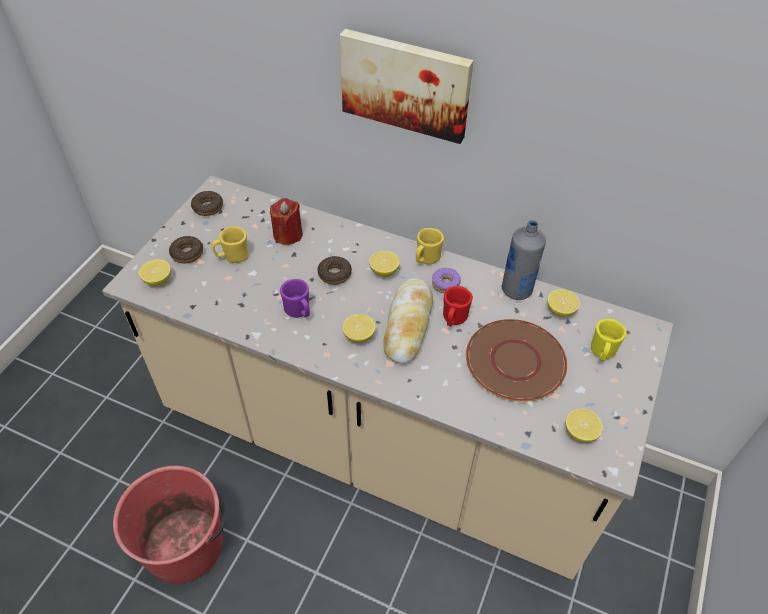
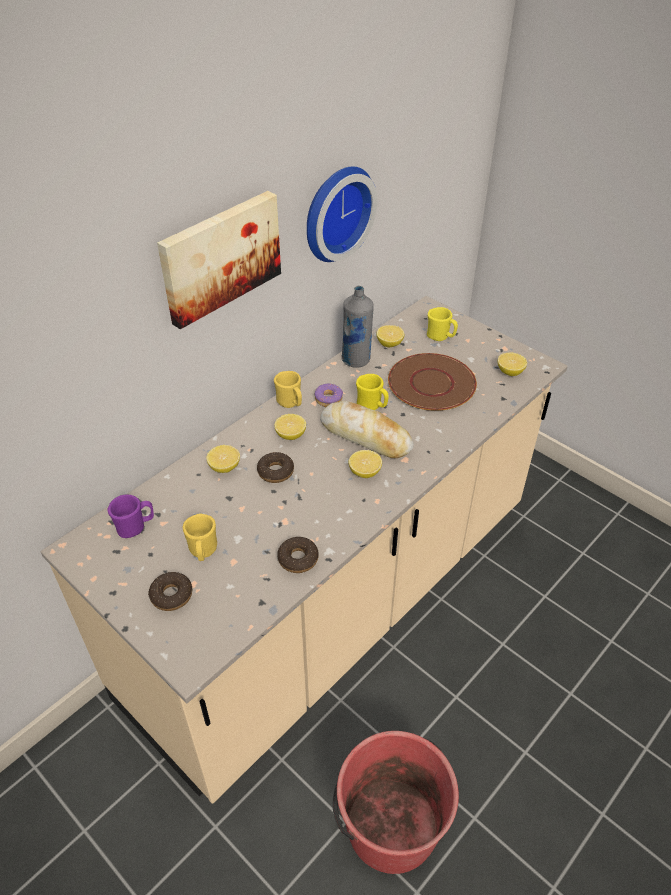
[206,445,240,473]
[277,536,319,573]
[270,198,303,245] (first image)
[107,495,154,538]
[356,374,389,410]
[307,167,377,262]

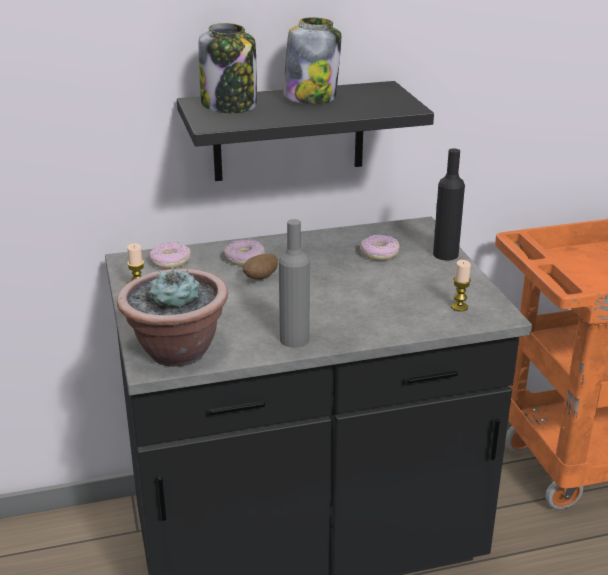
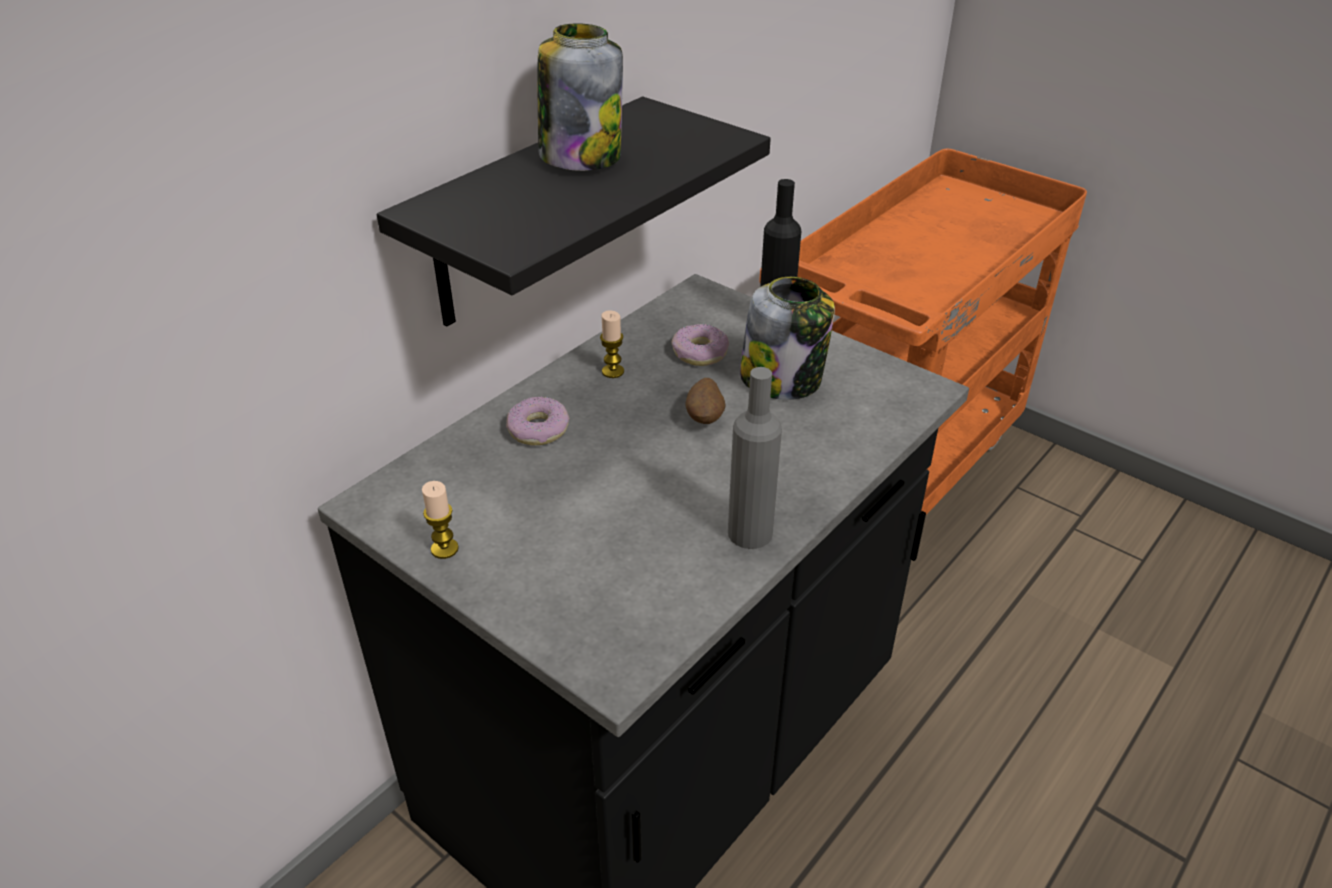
[117,266,228,367] (first image)
[149,242,191,269] (first image)
[740,277,835,400]
[685,378,726,424]
[600,310,624,378]

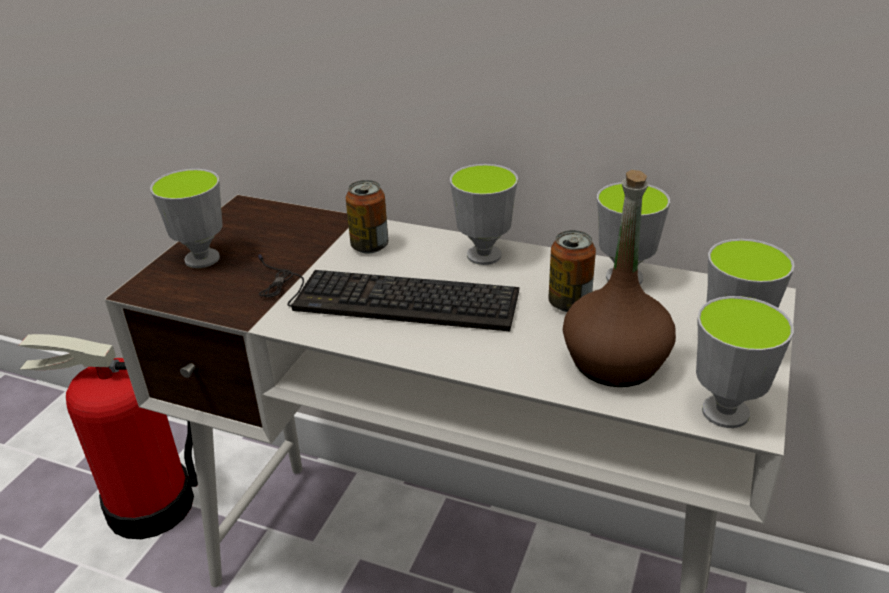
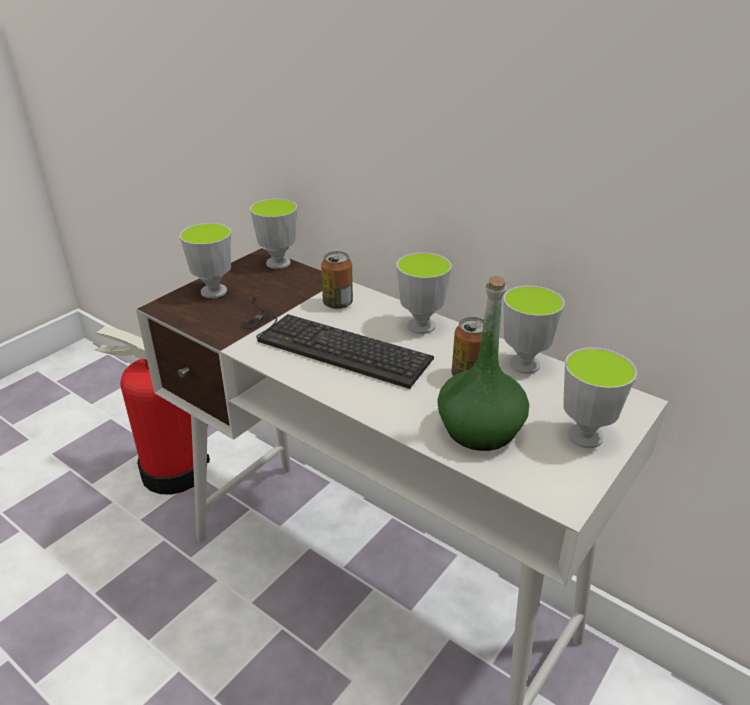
[437,275,529,451]
[250,198,297,269]

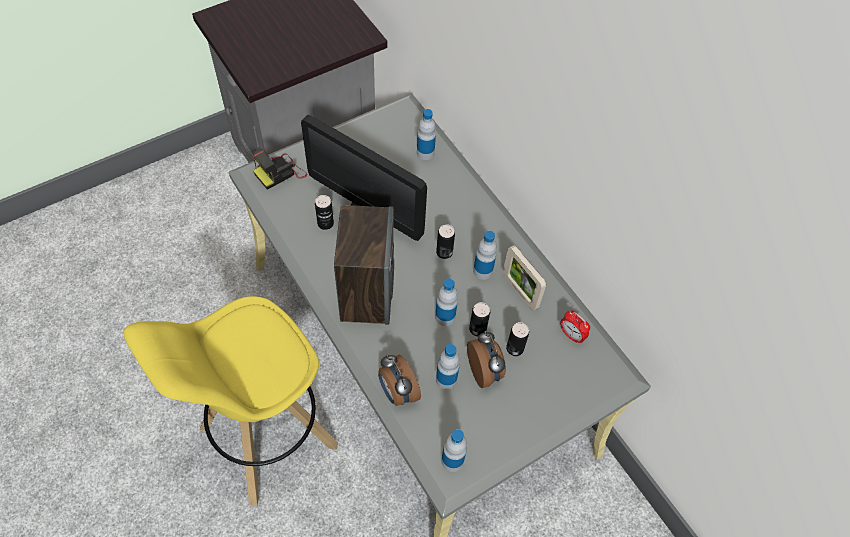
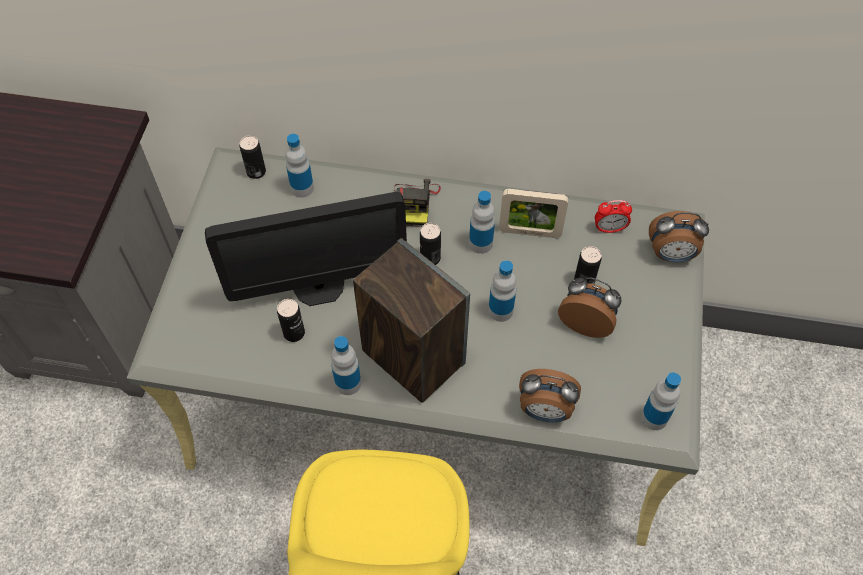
[394,179,441,227]
[331,336,361,395]
[240,135,266,179]
[649,211,709,262]

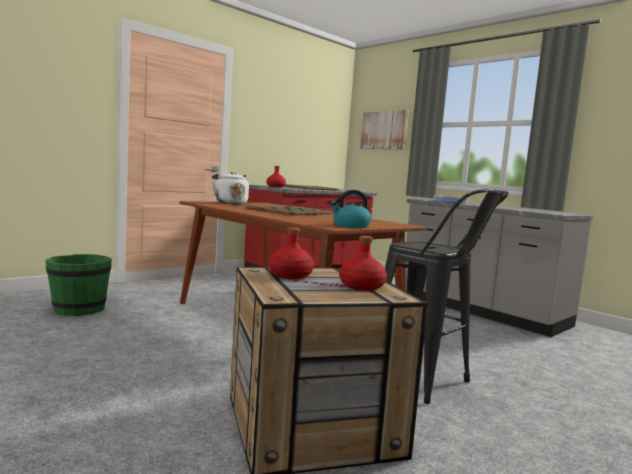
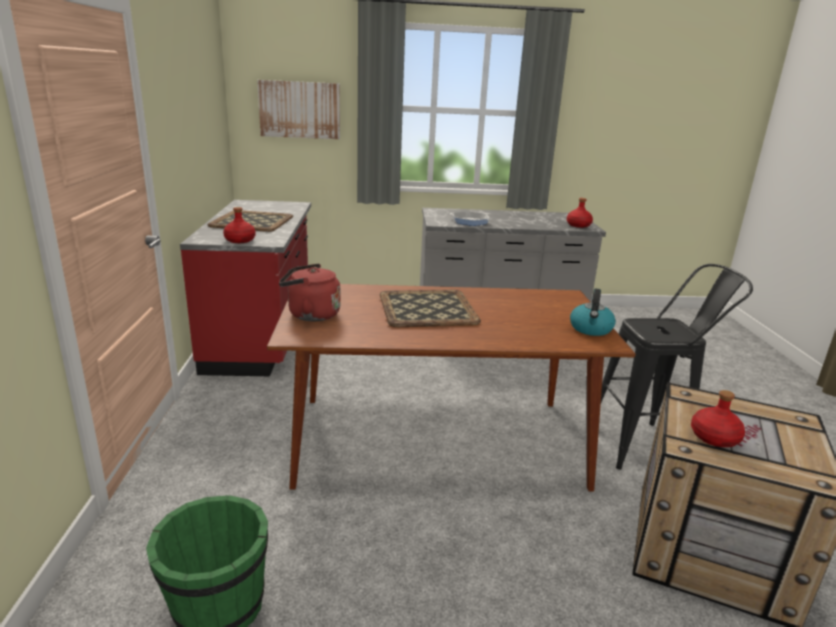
[279,264,341,321]
[567,198,593,228]

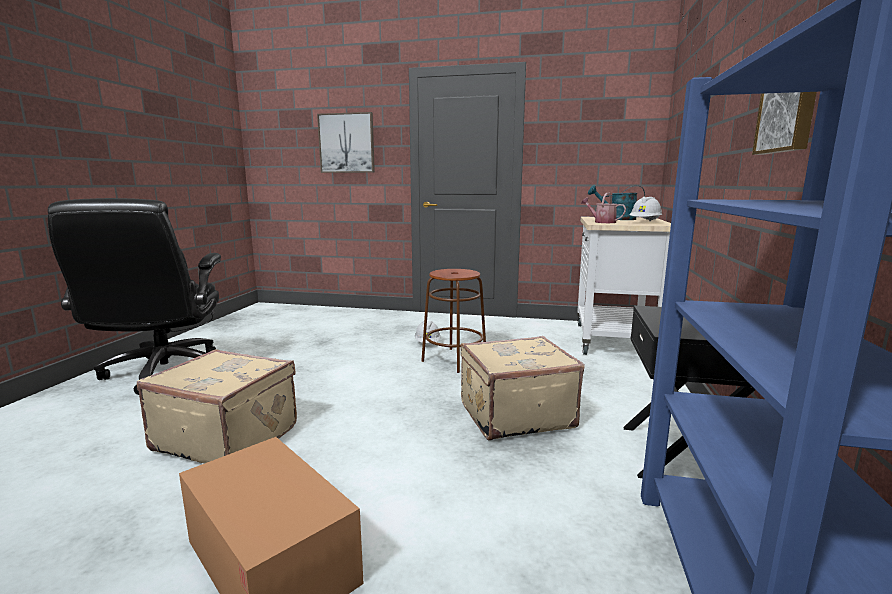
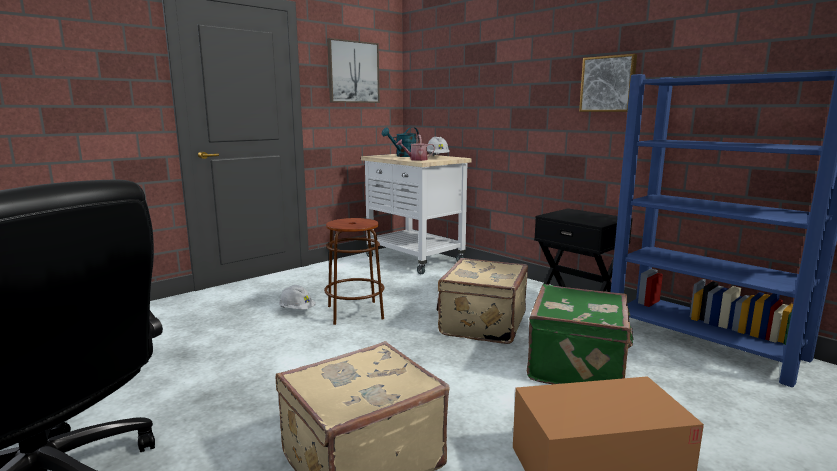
[327,38,380,103]
[527,284,634,384]

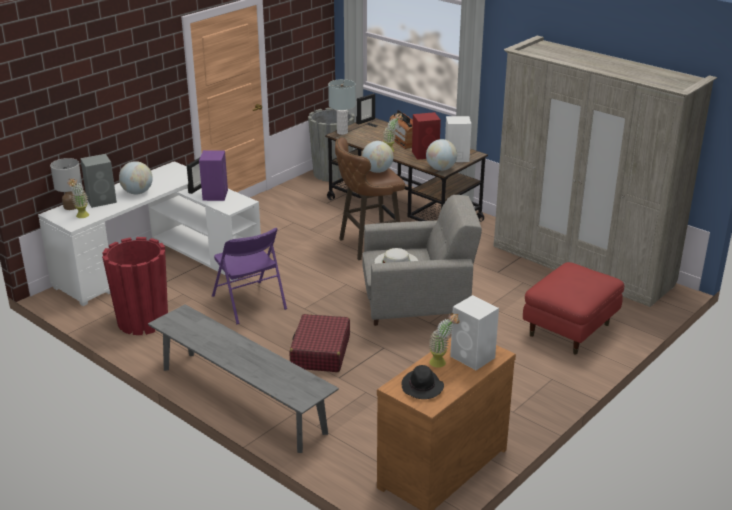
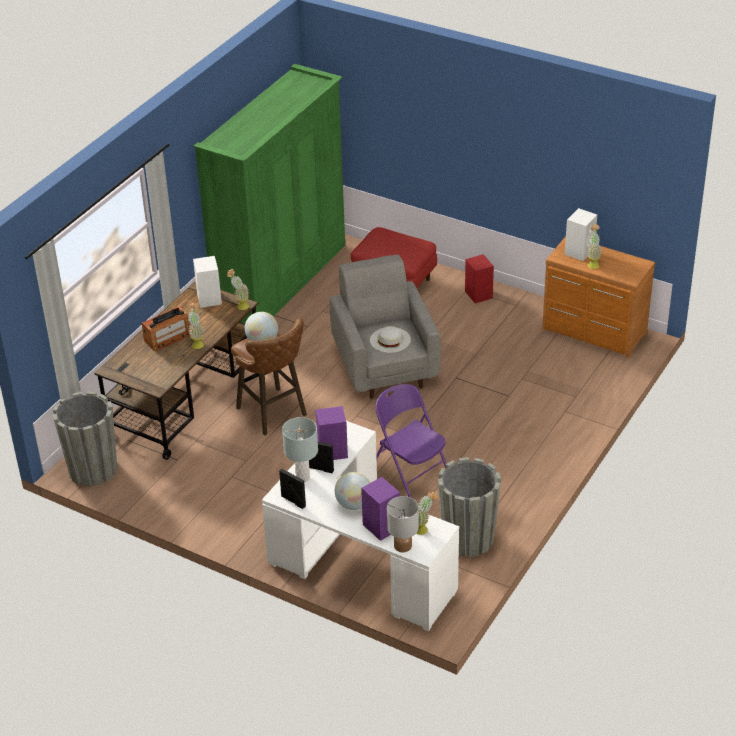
[361,477,400,541]
[438,457,501,557]
[148,304,339,453] (first image)
[375,384,447,498]
[289,314,350,372] (first image)
[282,417,318,482]
[279,469,306,509]
[401,365,444,399] (first image)
[465,254,494,303]
[227,269,249,310]
[193,64,345,324]

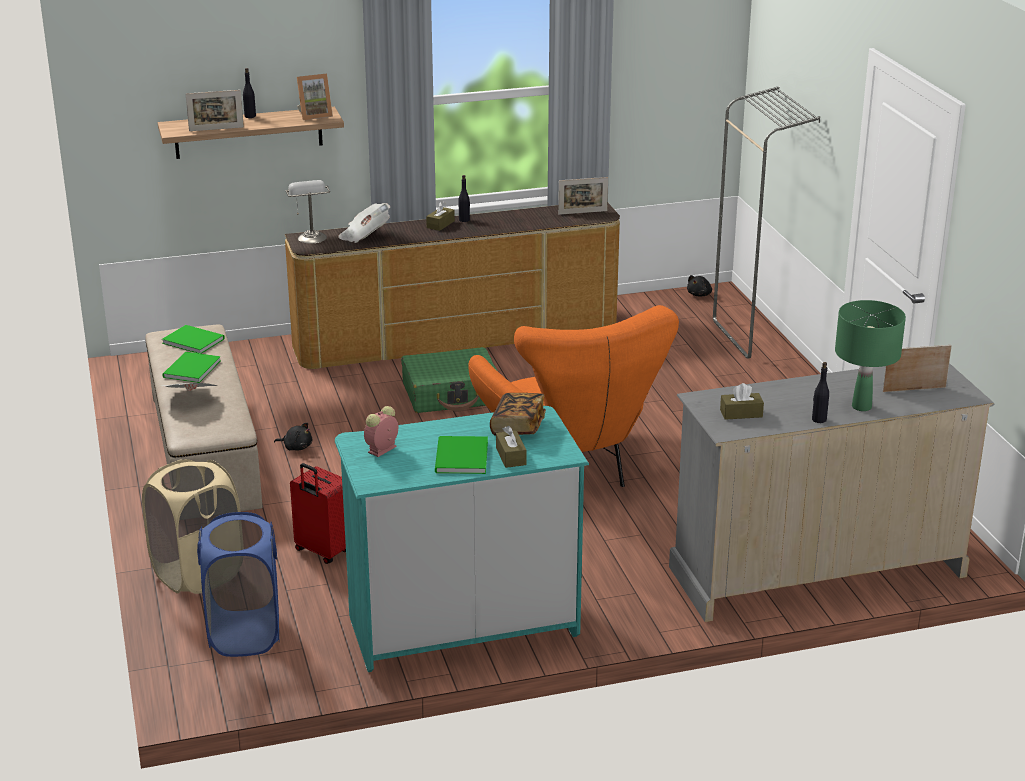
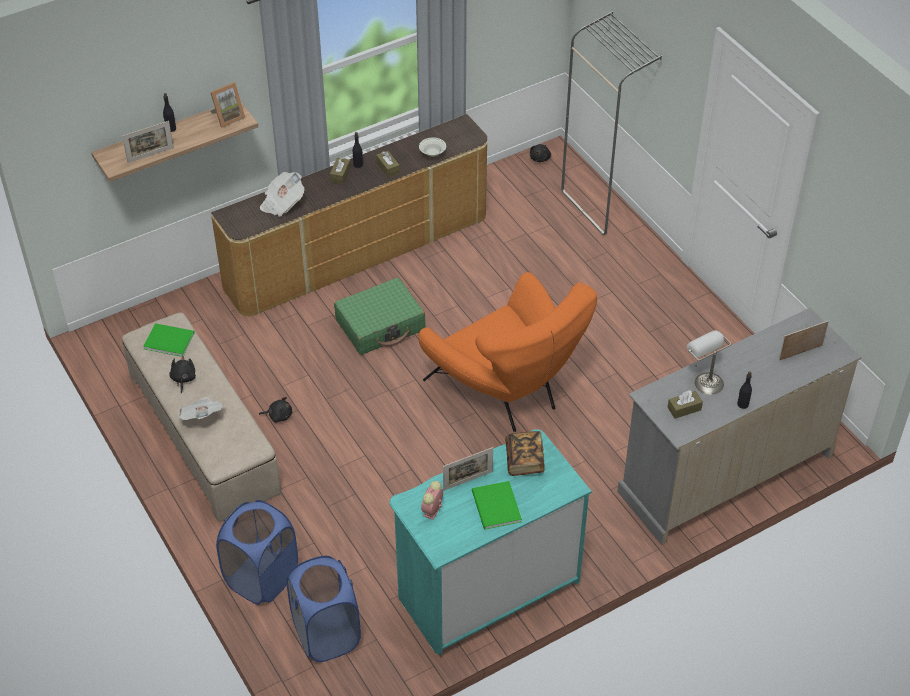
[216,500,298,605]
[169,356,196,393]
[687,330,731,395]
[290,463,346,564] (first image)
[376,151,400,177]
[443,447,493,491]
[835,300,906,411] (first image)
[419,138,446,157]

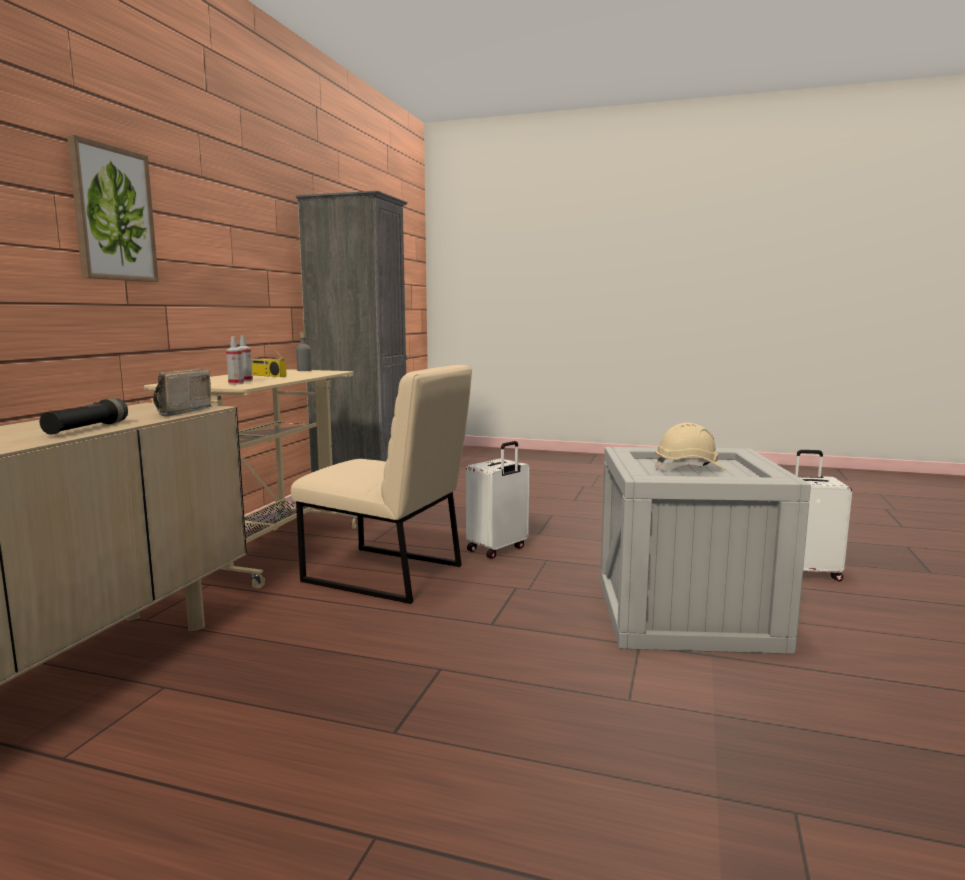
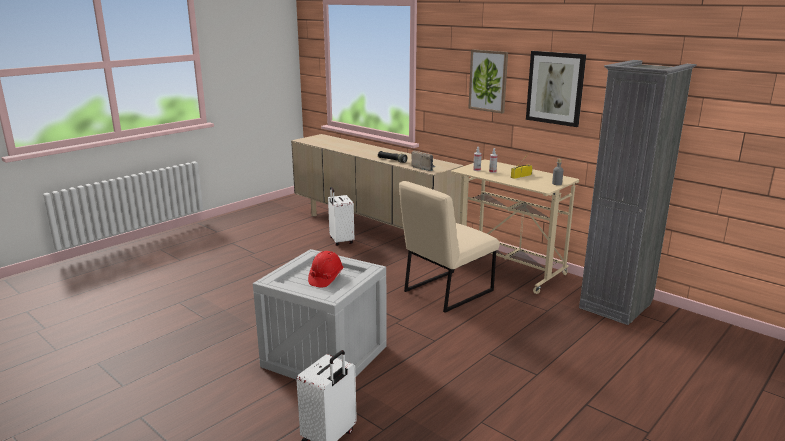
[328,187,354,246]
[308,251,343,287]
[526,51,586,127]

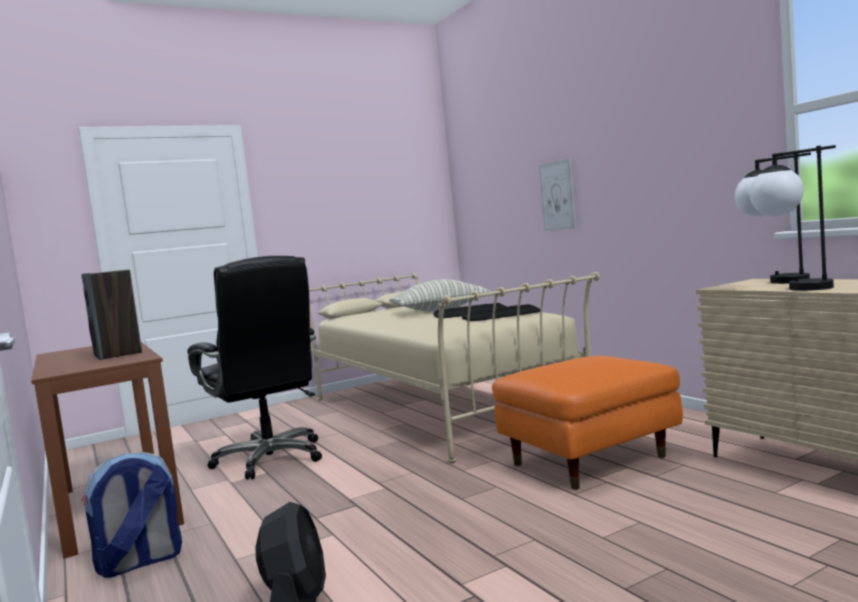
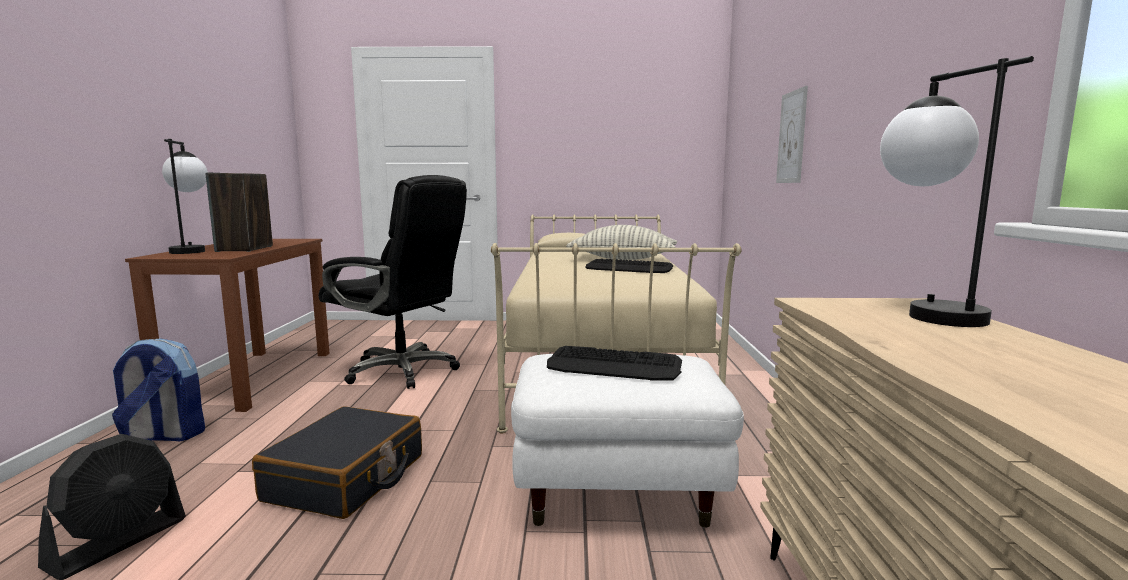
[319,175,467,389]
[547,346,682,380]
[511,354,744,528]
[162,139,208,254]
[252,406,422,519]

